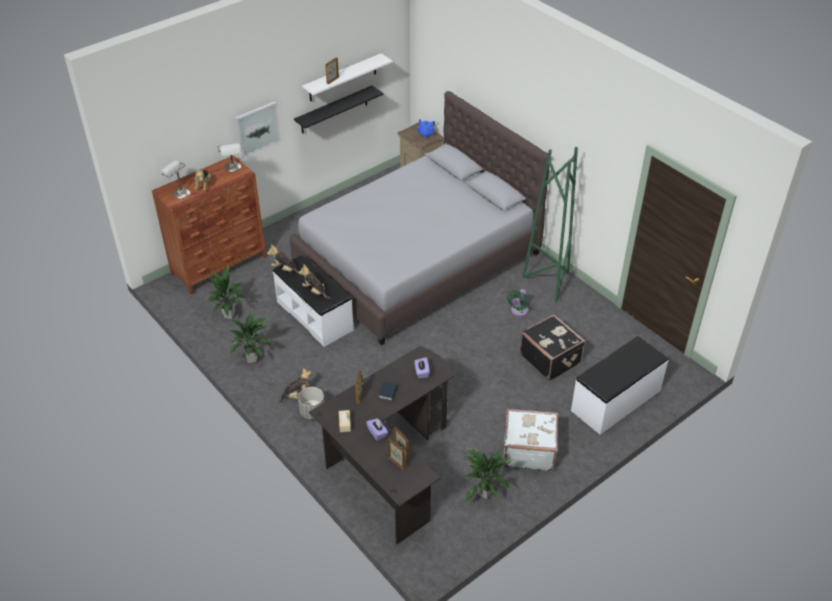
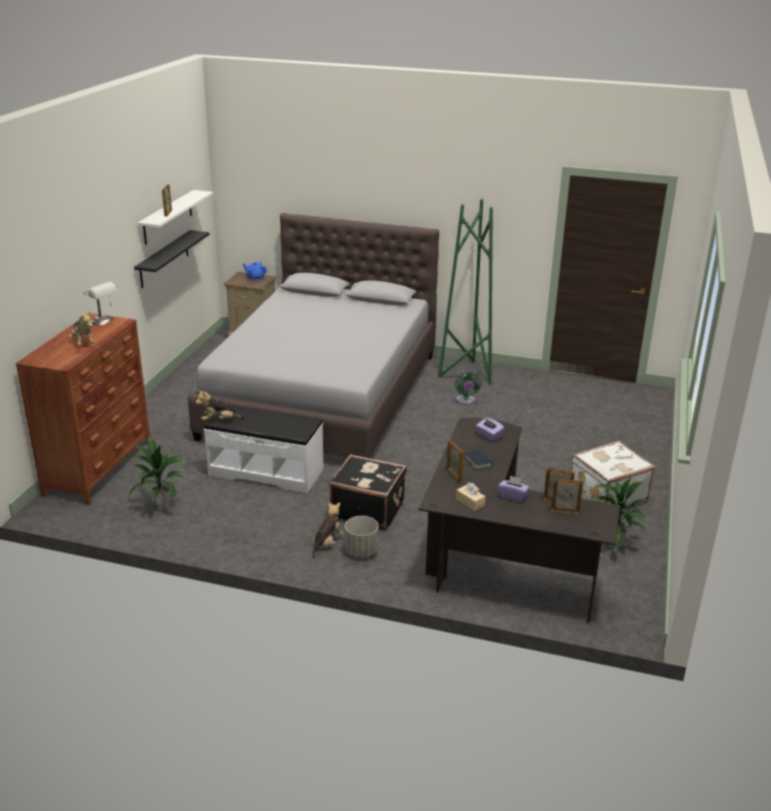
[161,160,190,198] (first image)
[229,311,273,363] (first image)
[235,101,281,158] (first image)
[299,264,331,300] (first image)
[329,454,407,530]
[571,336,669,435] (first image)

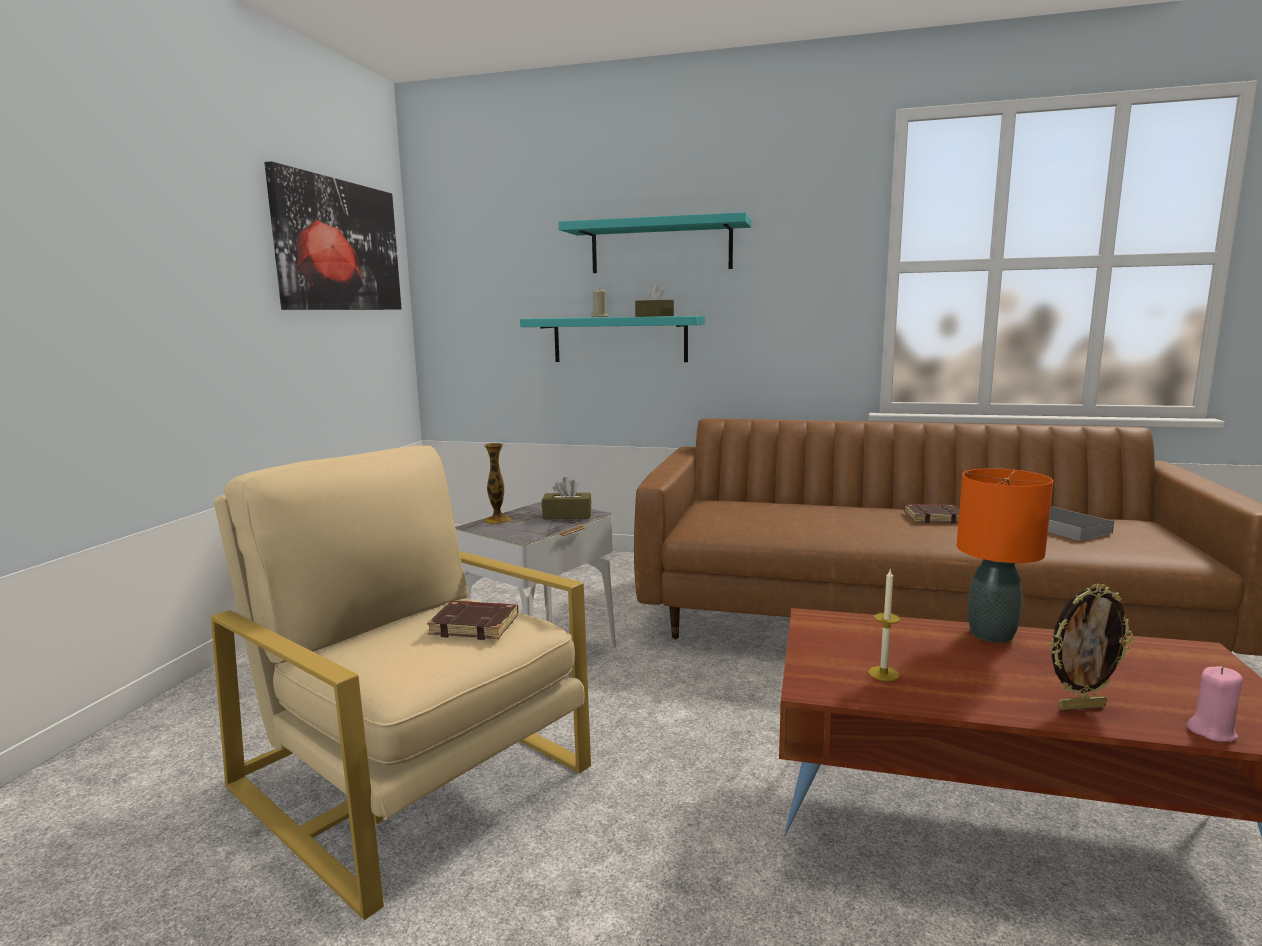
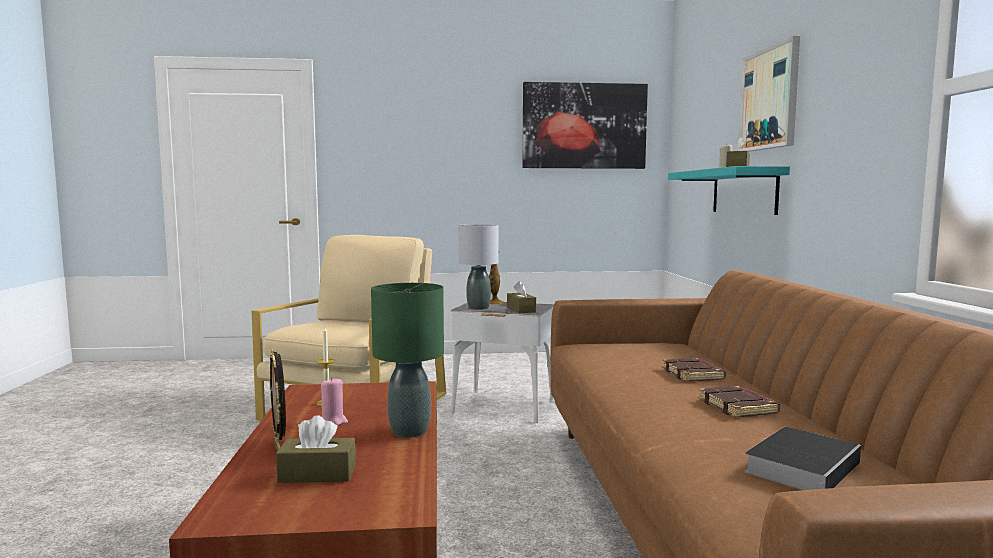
[662,358,726,381]
[738,36,800,152]
[371,283,444,438]
[321,377,348,425]
[276,415,356,483]
[458,224,499,310]

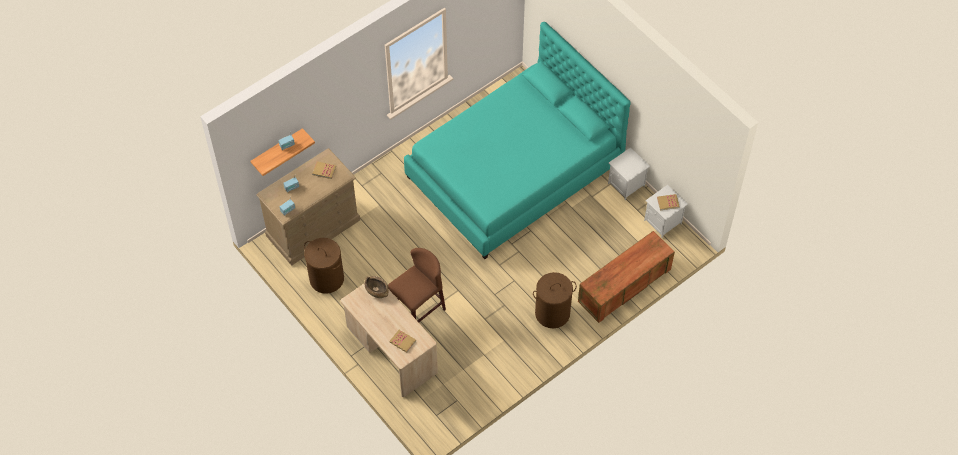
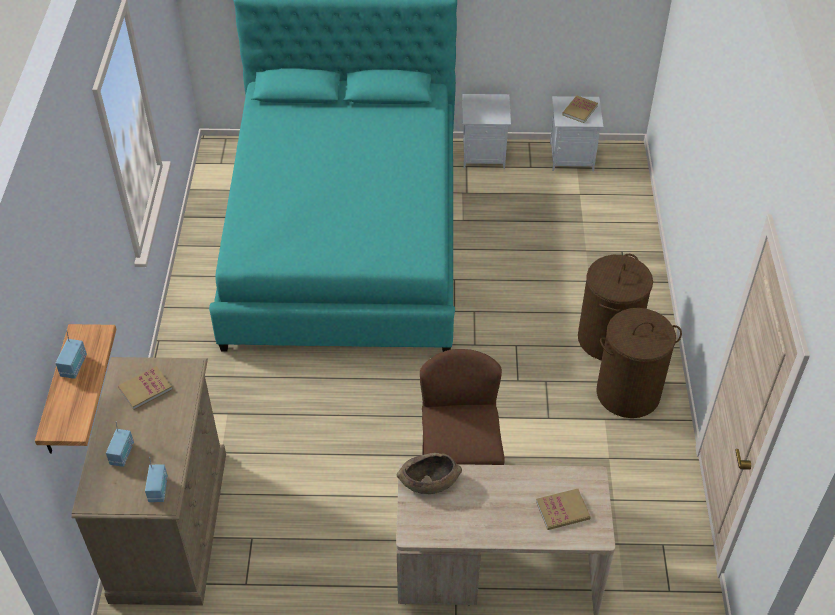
[596,308,682,418]
[578,231,675,323] (first image)

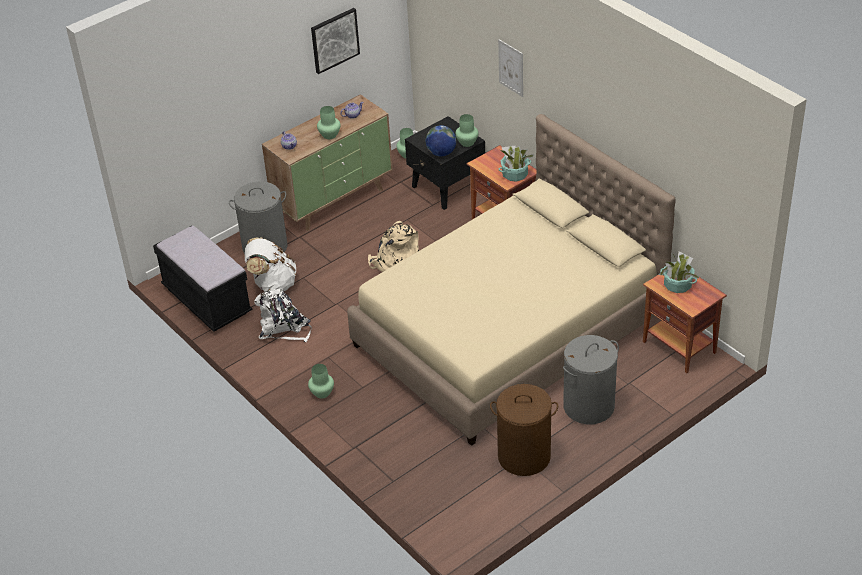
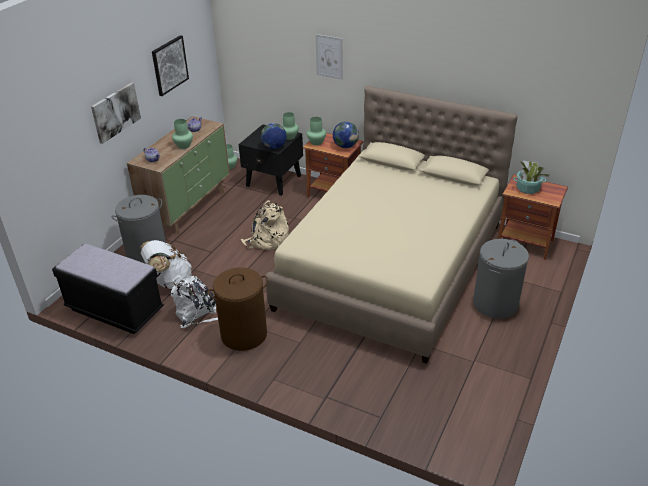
[307,117,326,145]
[208,267,268,351]
[333,122,359,148]
[91,82,141,144]

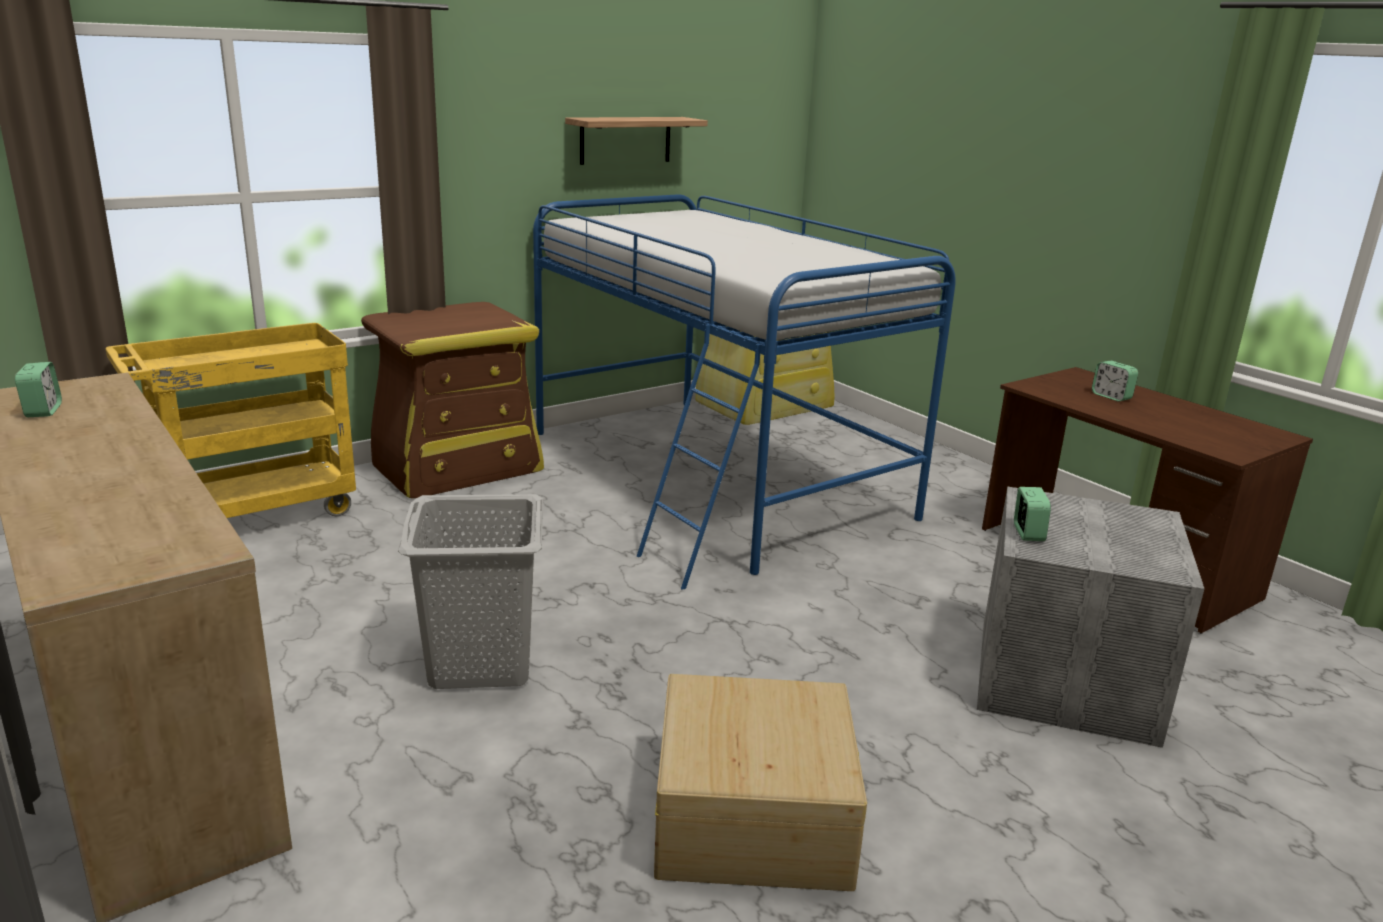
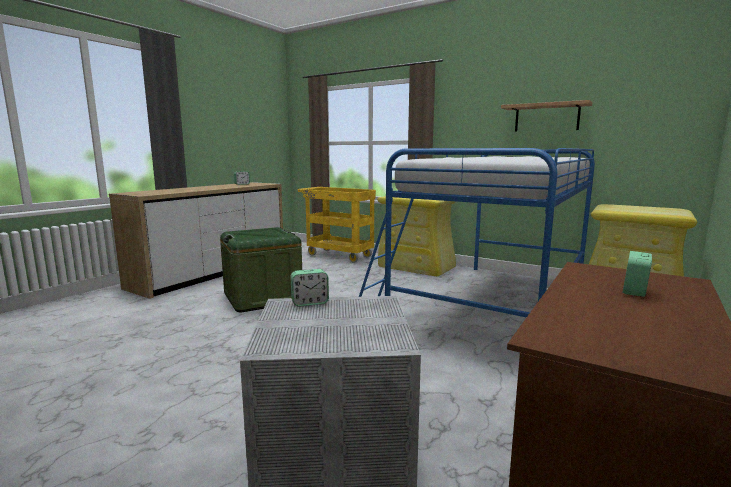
[377,196,456,276]
[220,227,302,313]
[654,674,867,891] (first image)

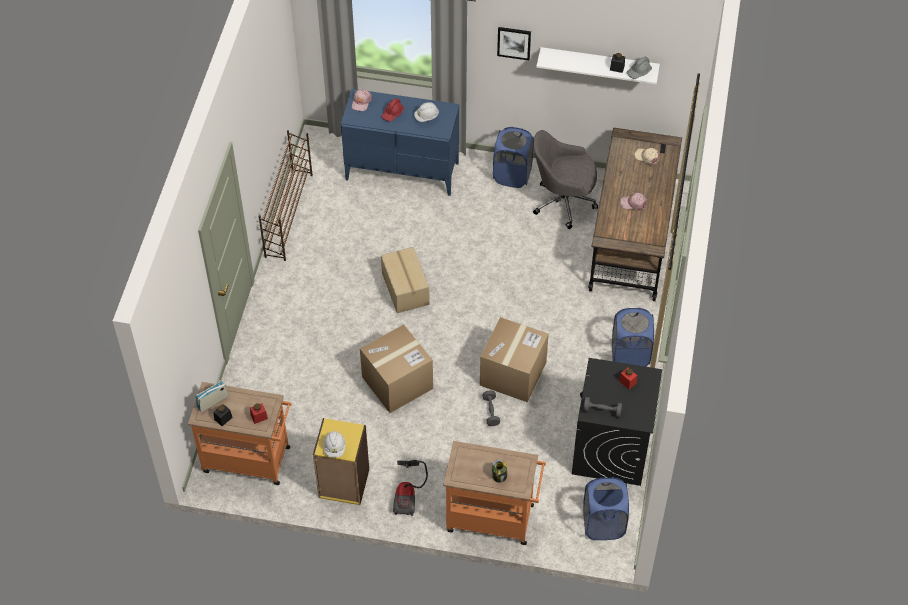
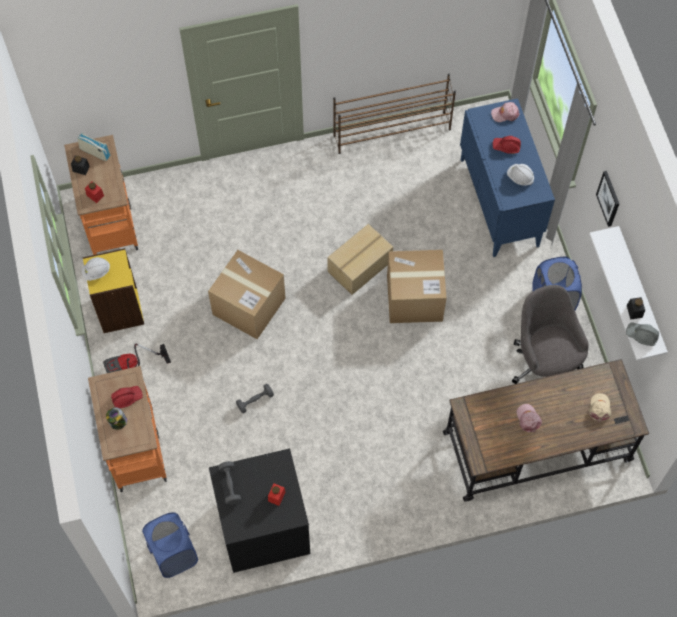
[387,250,447,323]
[612,308,654,367] (first image)
[111,386,143,408]

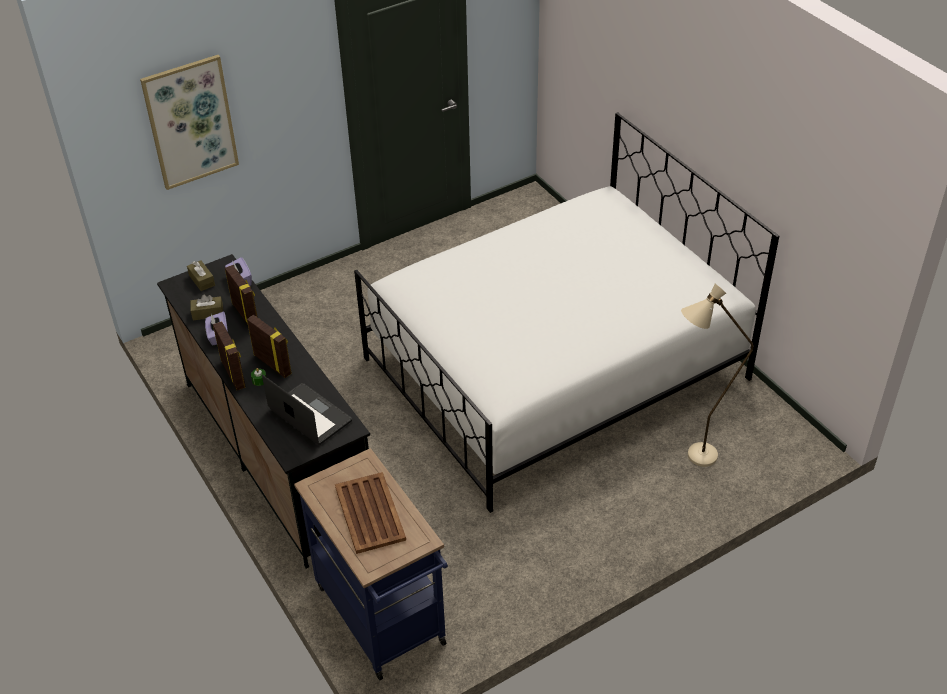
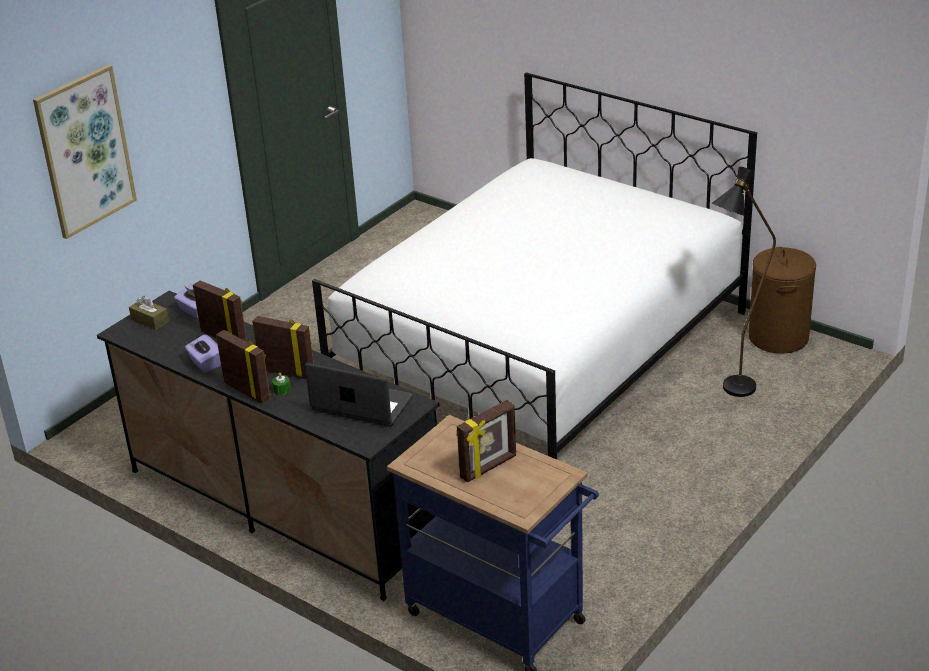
[190,294,223,320] (first image)
[457,400,516,482]
[712,167,776,397]
[749,247,816,354]

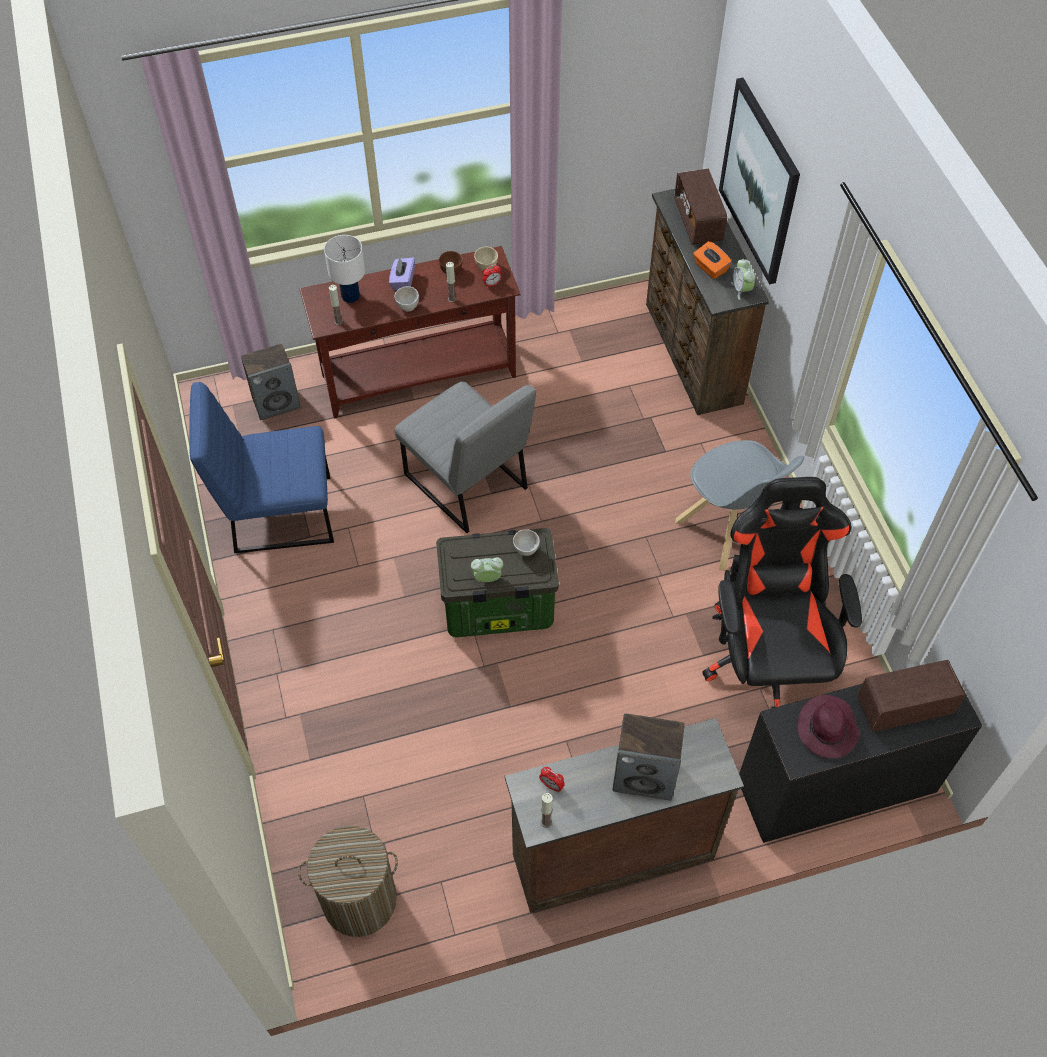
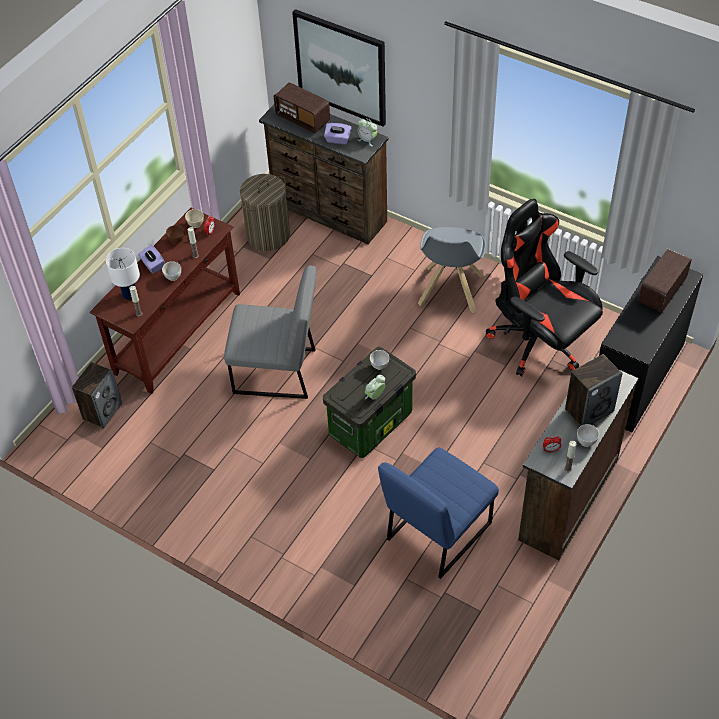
[378,447,499,579]
[240,174,290,251]
[418,227,486,314]
[324,123,351,144]
[798,695,859,758] (first image)
[577,424,599,447]

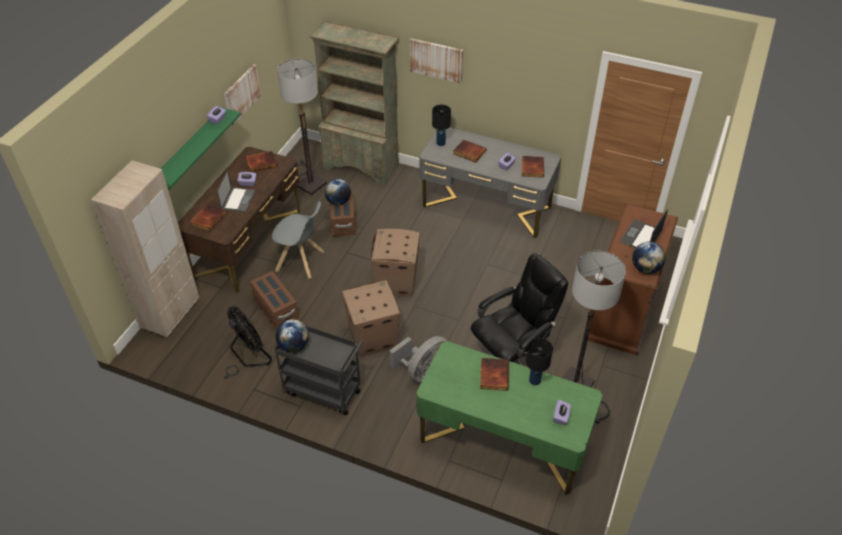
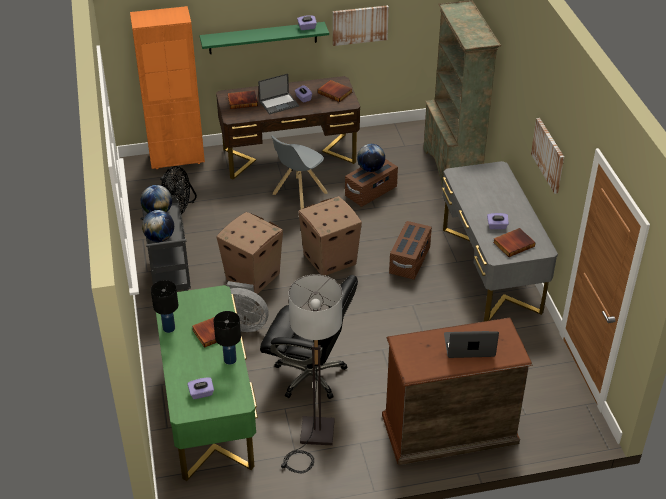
[130,6,205,169]
[389,221,432,280]
[271,136,328,209]
[277,59,327,195] (first image)
[531,118,564,194]
[151,280,178,333]
[453,140,486,163] (first image)
[142,210,174,242]

